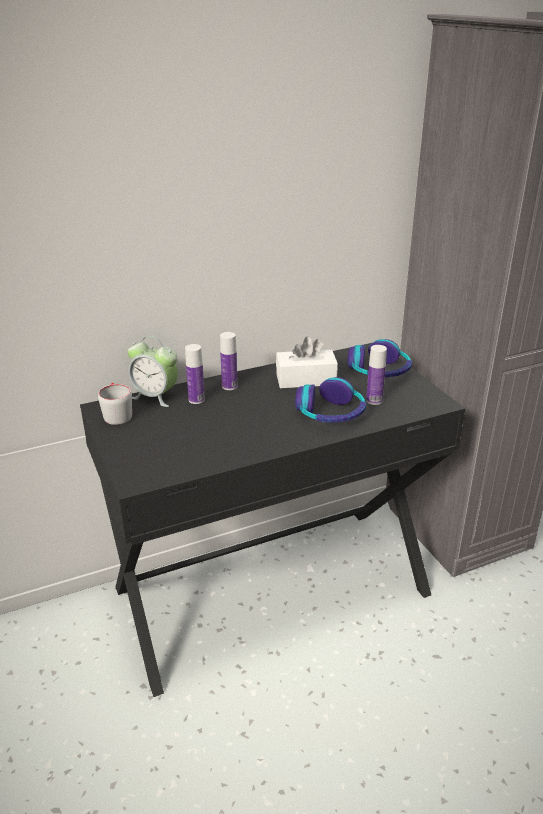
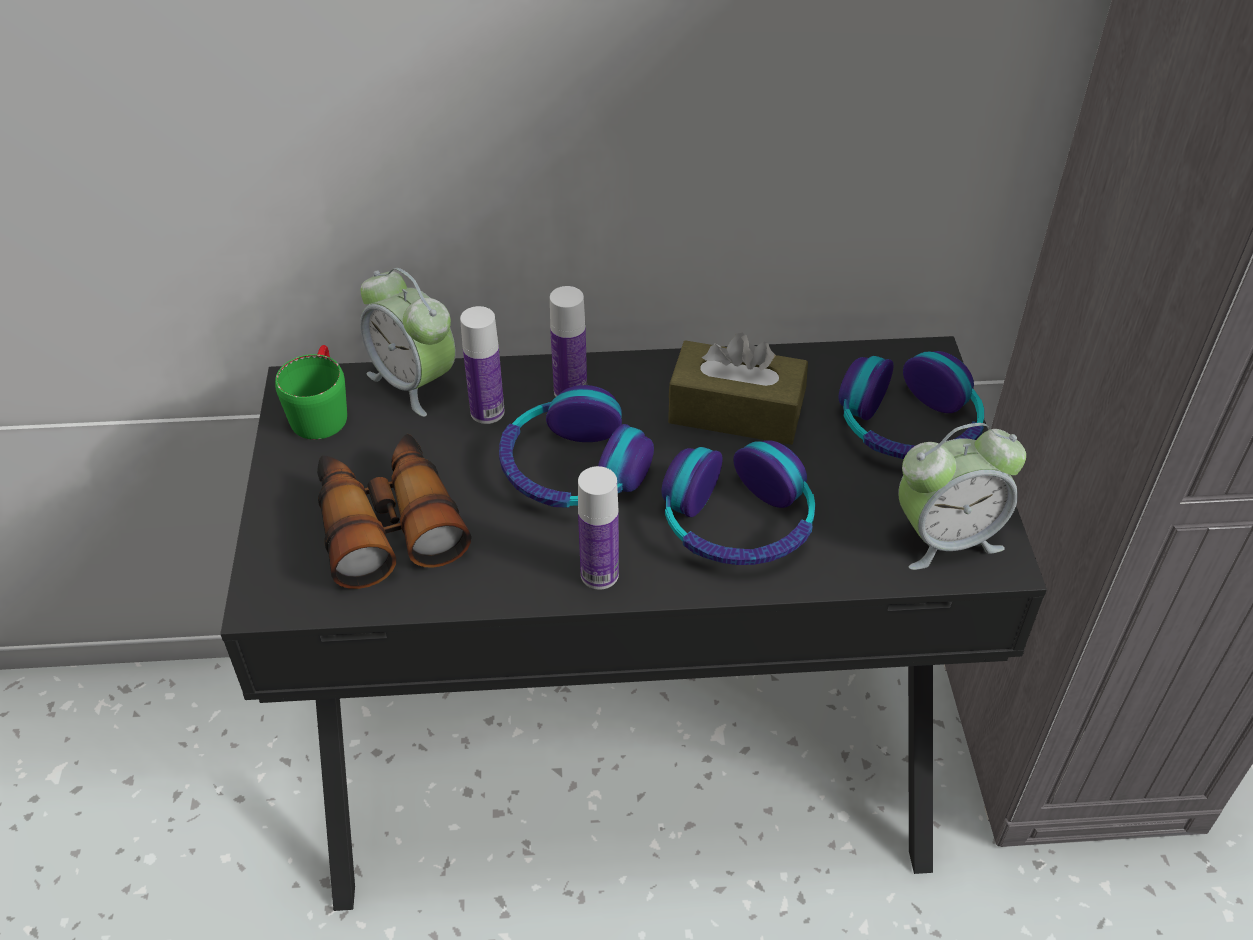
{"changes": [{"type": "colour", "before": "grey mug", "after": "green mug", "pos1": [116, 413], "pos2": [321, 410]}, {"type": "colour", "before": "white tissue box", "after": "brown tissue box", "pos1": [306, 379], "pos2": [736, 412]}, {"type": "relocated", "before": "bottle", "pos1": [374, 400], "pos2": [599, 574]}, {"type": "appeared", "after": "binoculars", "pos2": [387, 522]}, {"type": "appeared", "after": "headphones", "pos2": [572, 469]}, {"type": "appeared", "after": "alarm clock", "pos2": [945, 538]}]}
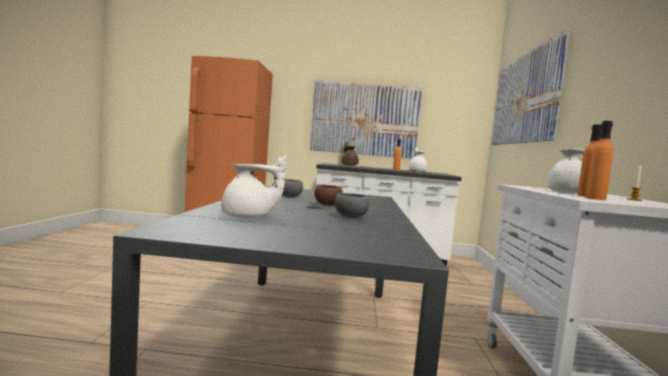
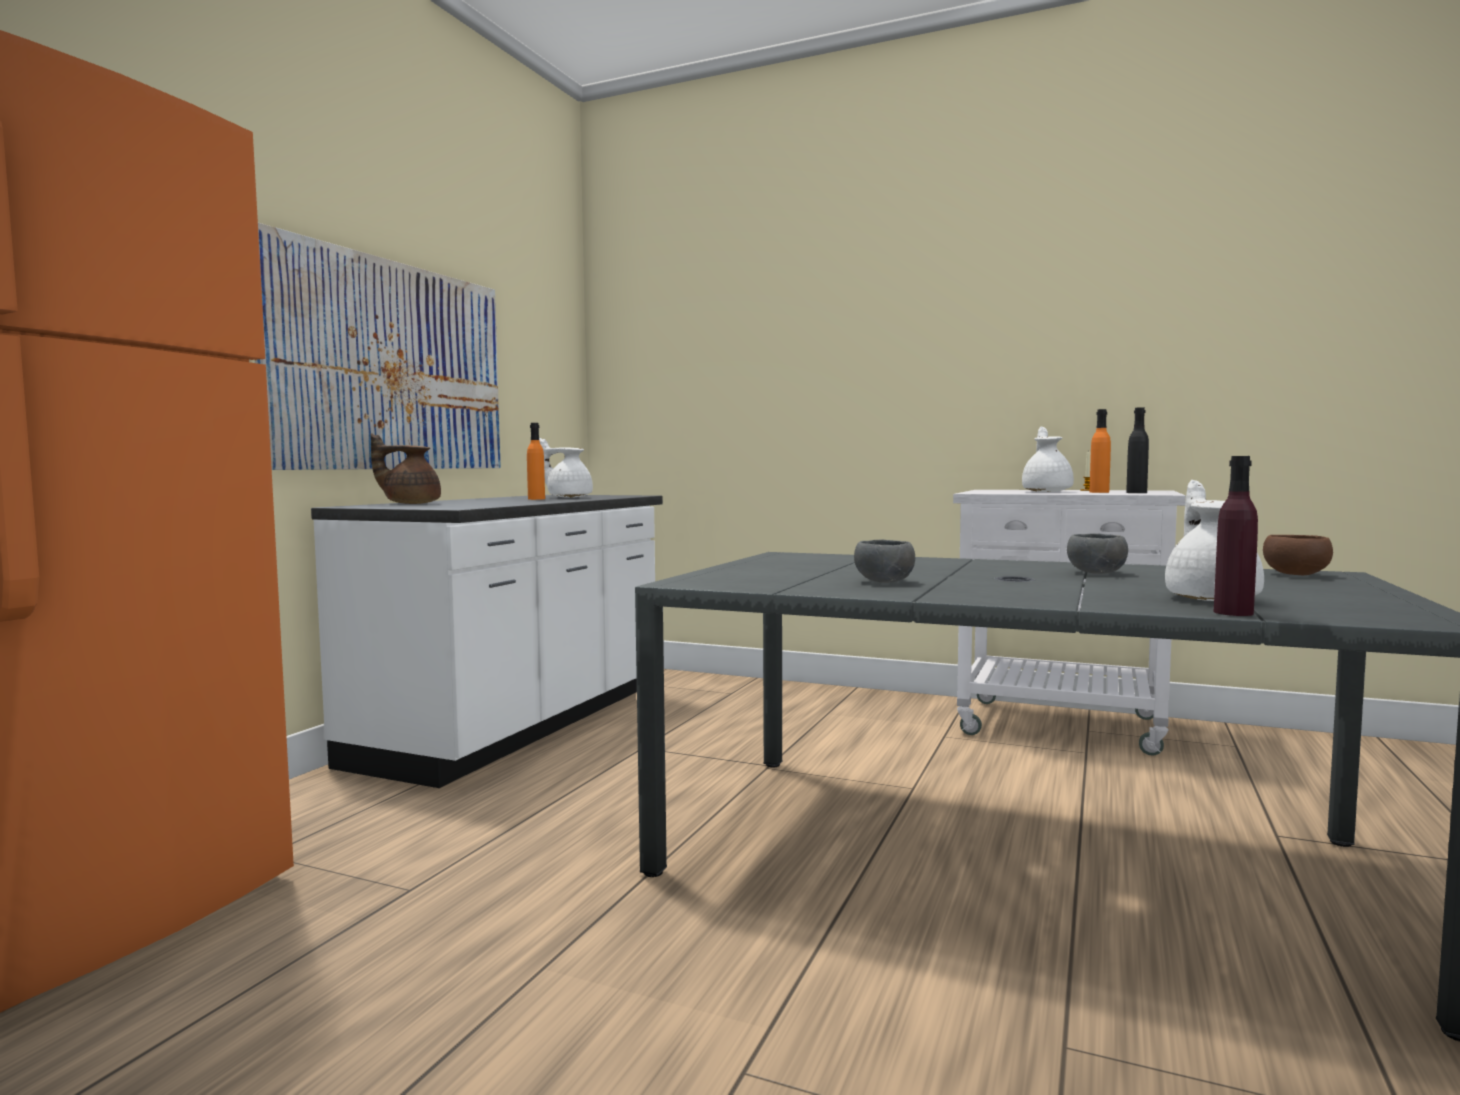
{"changes": [{"type": "relocated", "before": "brown bowl", "pos1": [326, 205], "pos2": [1296, 575]}, {"type": "missing", "before": "picture", "pos1": [525, 98]}, {"type": "colour", "before": "orange bottle", "after": "black bottle", "pos1": [595, 199], "pos2": [1136, 493]}, {"type": "appeared", "after": "purple bottle", "pos2": [1233, 613]}]}
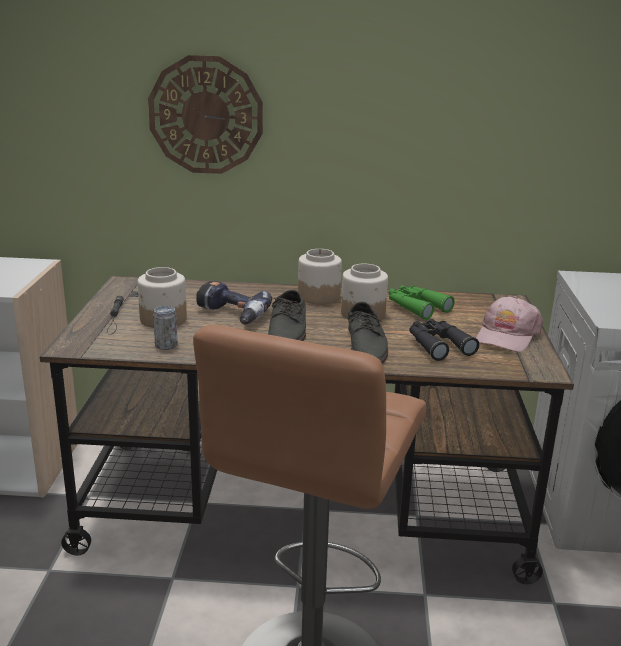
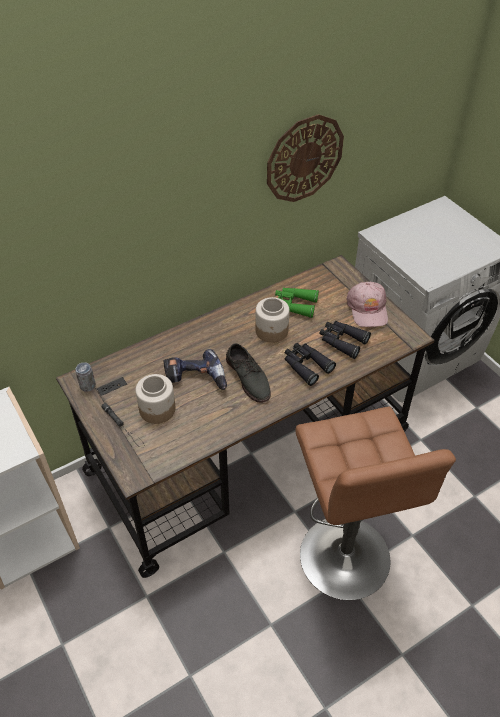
{"changes": [{"type": "relocated", "before": "wall clock", "pos1": [206, 115], "pos2": [304, 158]}, {"type": "relocated", "before": "can", "pos1": [166, 345], "pos2": [87, 386]}, {"type": "missing", "before": "jar", "pos1": [318, 296]}, {"type": "exchanged", "before": "grey shoe", "after": "black binoculars", "pos1": [366, 346], "pos2": [306, 365]}]}
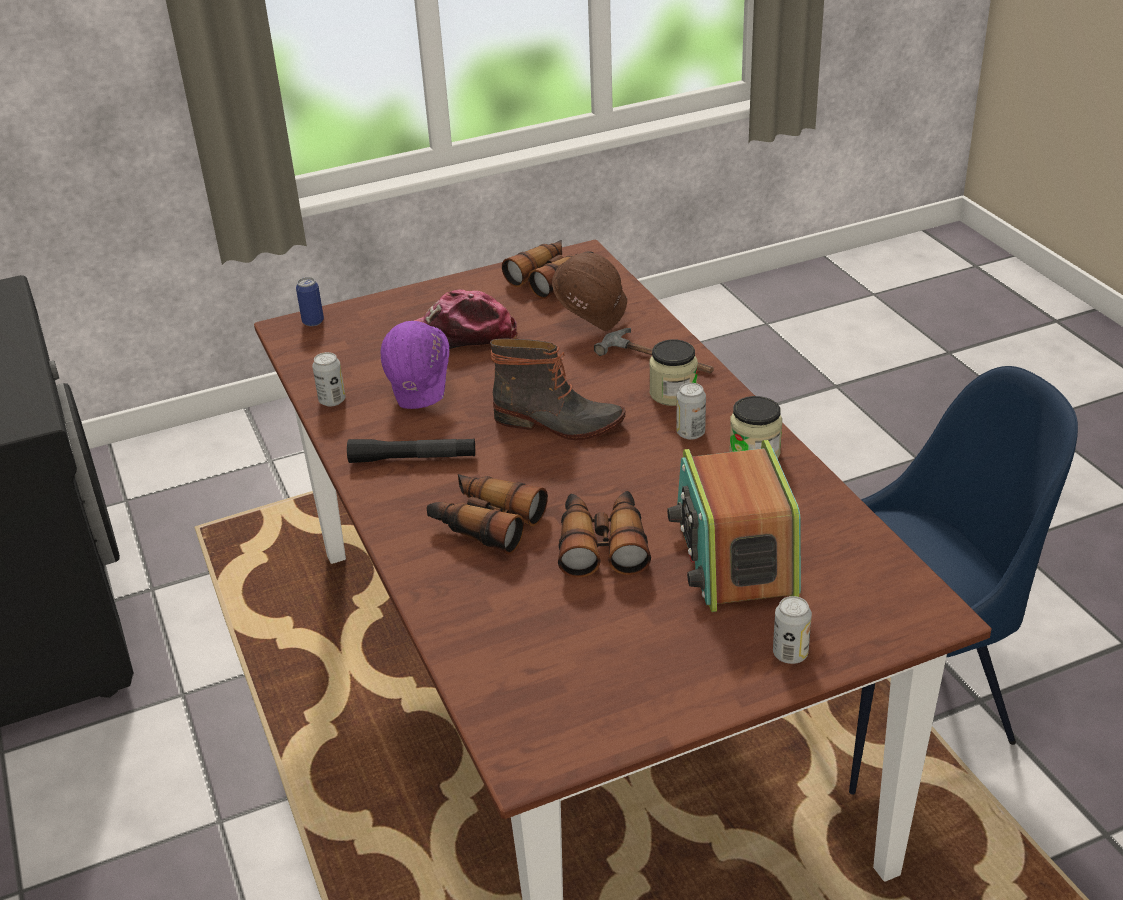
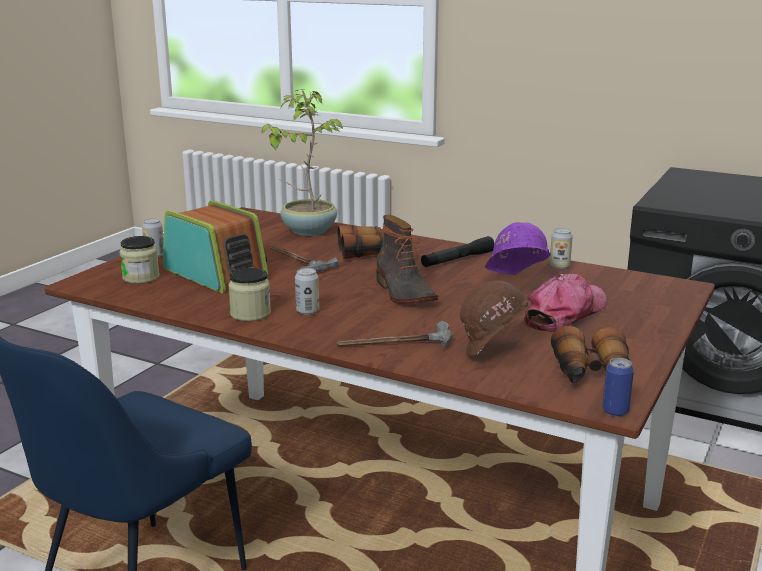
{"changes": [{"type": "relocated", "before": "can", "pos1": [313, 321], "pos2": [615, 411]}, {"type": "spun", "before": "boot", "pos1": [558, 423], "pos2": [403, 293], "turn": -90}, {"type": "exchanged", "before": "binoculars", "after": "hammer", "pos1": [602, 543], "pos2": [296, 260]}, {"type": "relocated", "before": "jar", "pos1": [673, 393], "pos2": [141, 277]}, {"type": "appeared", "after": "potted plant", "pos2": [308, 231]}]}
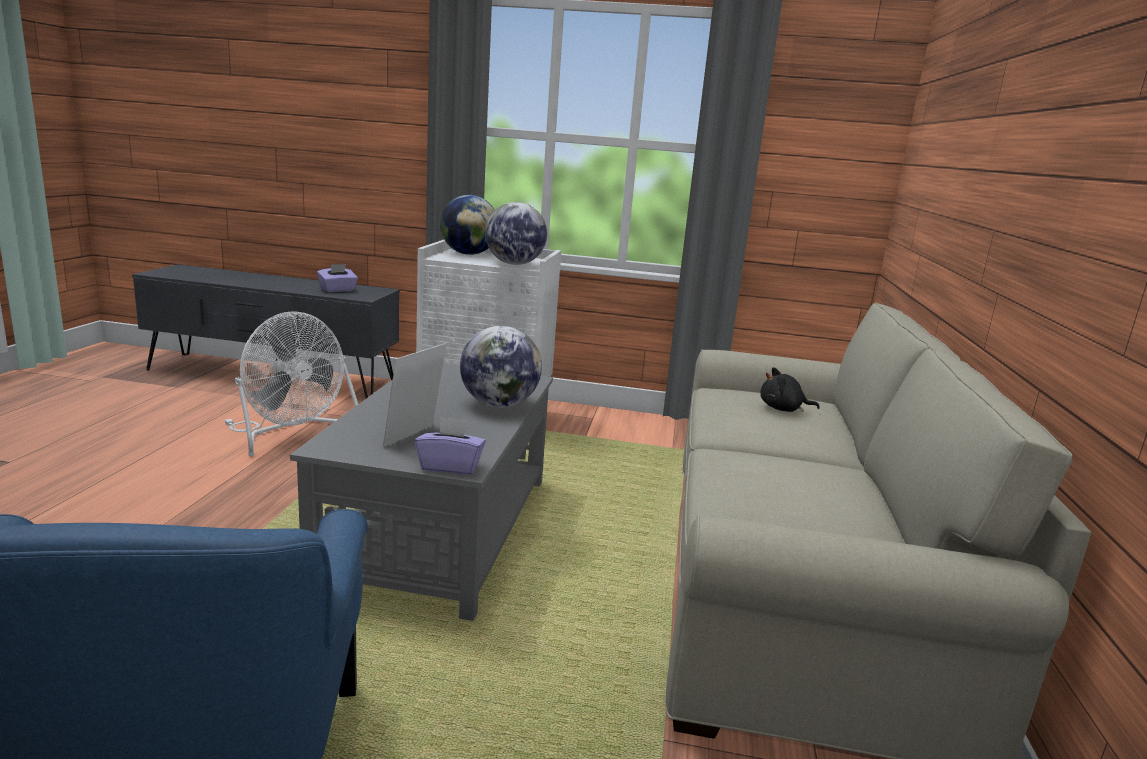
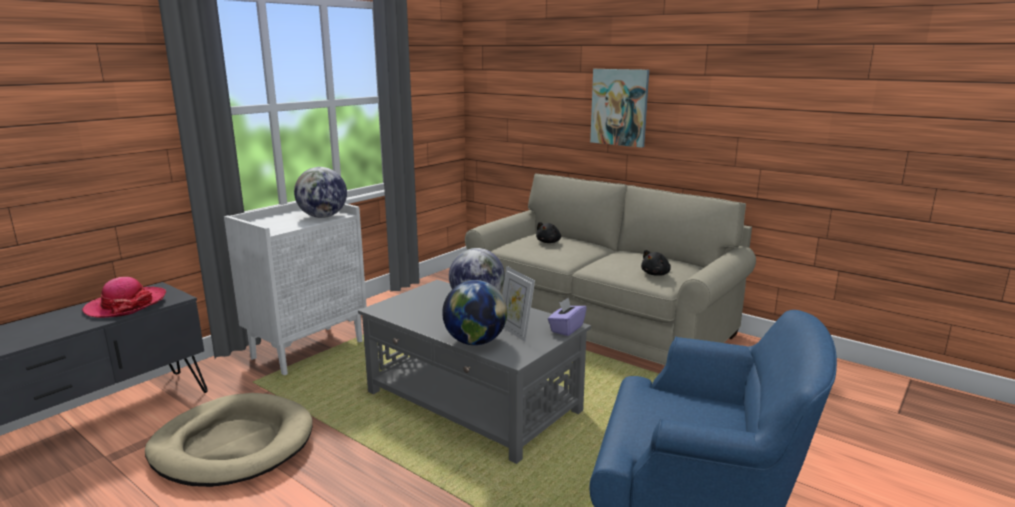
{"changes": [{"type": "exchanged", "before": "white fan", "after": "beige dog bed", "pos1": [286, 434], "pos2": [233, 445]}, {"type": "exchanged", "before": "purple tissue box", "after": "hat", "pos1": [337, 290], "pos2": [126, 305]}, {"type": "relocated", "before": "globe", "pos1": [468, 254], "pos2": [475, 342]}, {"type": "appeared", "after": "picture", "pos2": [619, 107]}, {"type": "appeared", "after": "black plush toy", "pos2": [656, 274]}]}
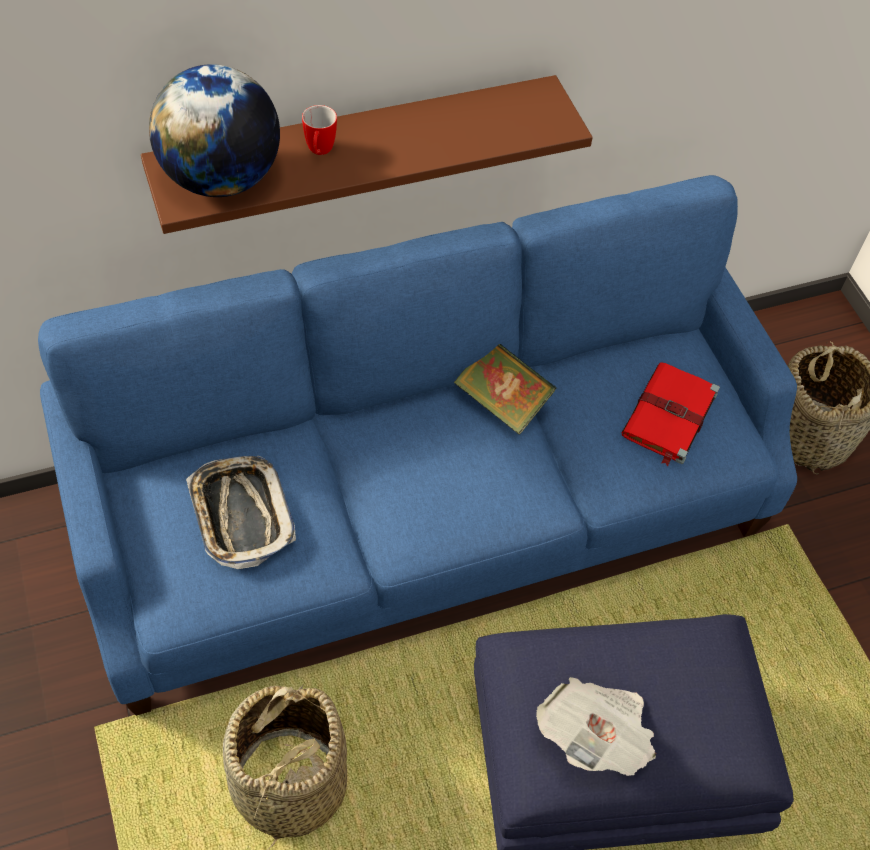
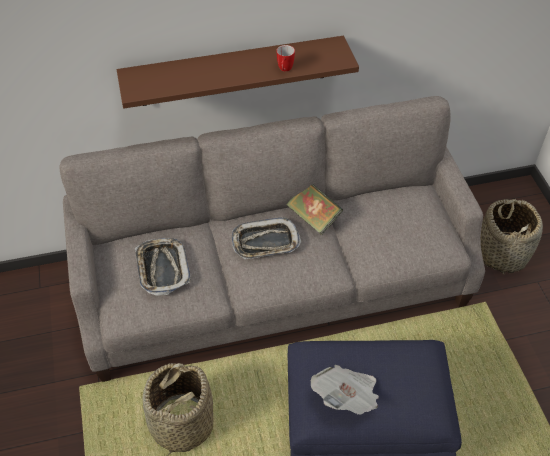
{"changes": [{"type": "colour", "before": "blue sofa", "after": "grey sofa", "pos1": [426, 516], "pos2": [275, 286]}, {"type": "missing", "before": "globe", "pos1": [221, 178]}, {"type": "relocated", "before": "mug", "pos1": [319, 152], "pos2": [284, 70]}, {"type": "missing", "before": "red book", "pos1": [669, 416]}, {"type": "appeared", "after": "tray", "pos2": [265, 242]}]}
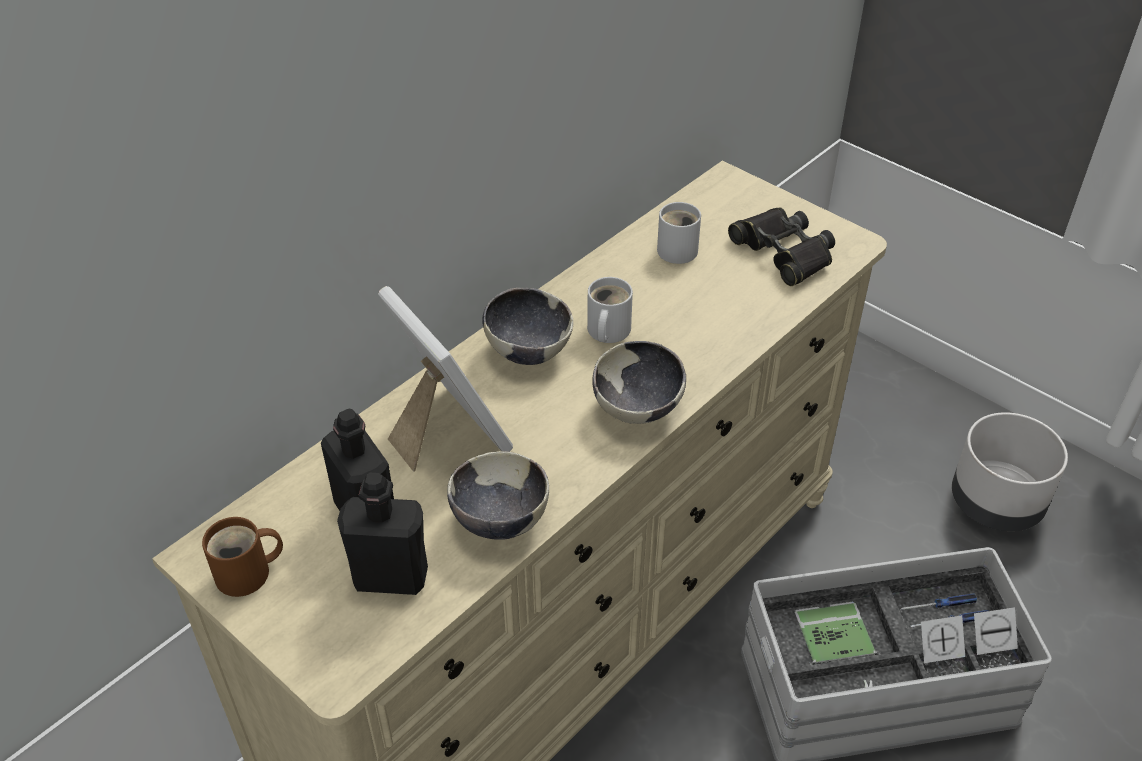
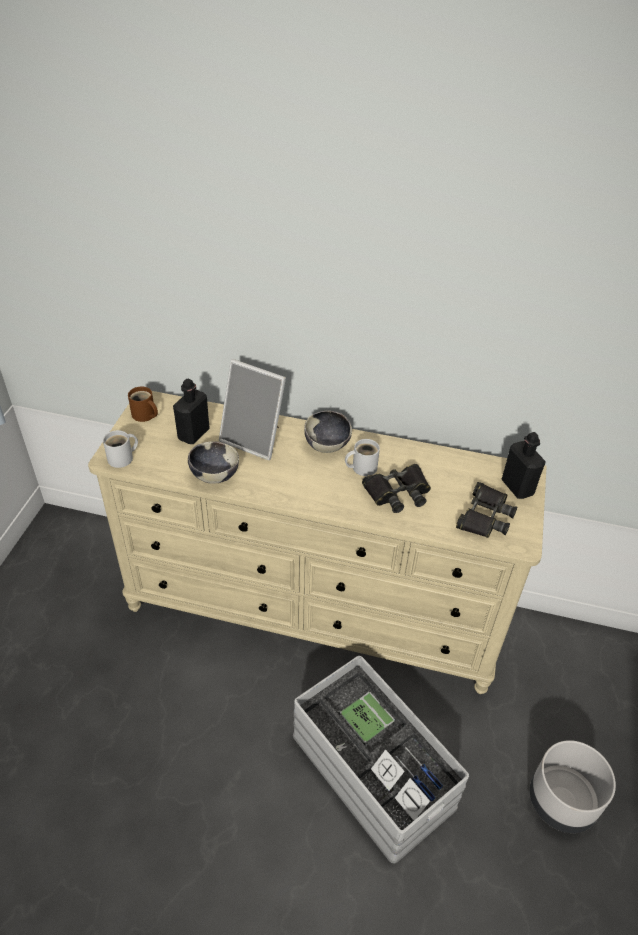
{"changes": [{"type": "relocated", "before": "black bottle", "pos1": [391, 577], "pos2": [517, 487]}, {"type": "spun", "before": "picture frame", "pos1": [445, 433], "pos2": [255, 439], "turn": 90}, {"type": "missing", "before": "bowl", "pos1": [638, 408]}, {"type": "relocated", "before": "white mug", "pos1": [677, 248], "pos2": [123, 458]}, {"type": "appeared", "after": "black binoculars", "pos2": [397, 492]}]}
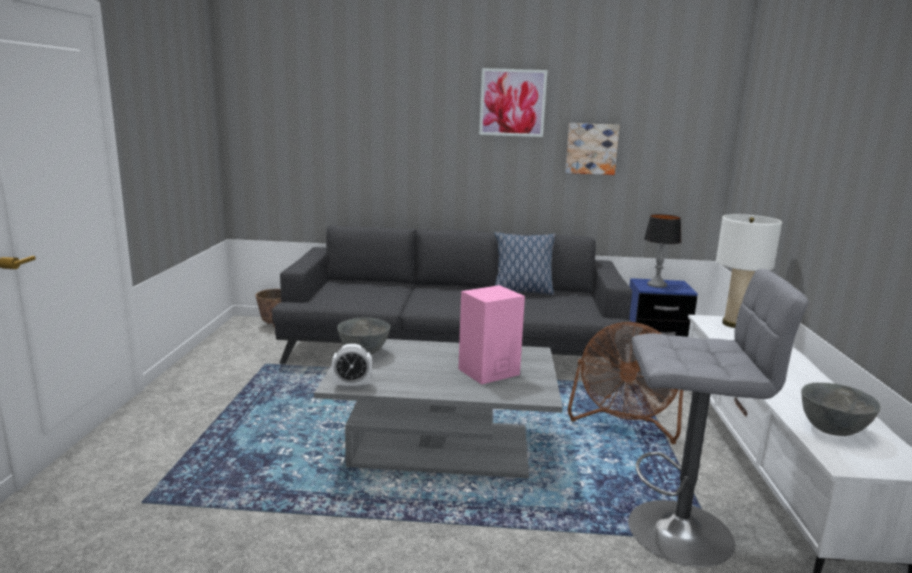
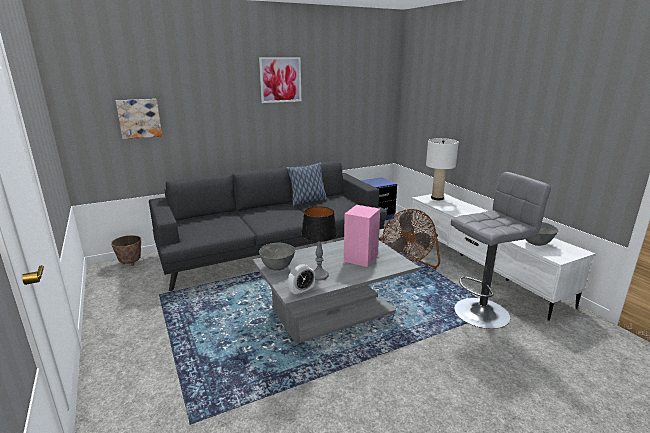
{"changes": [{"type": "relocated", "before": "picture", "pos1": [591, 148], "pos2": [139, 118]}, {"type": "relocated", "before": "table lamp", "pos1": [657, 285], "pos2": [319, 275]}]}
